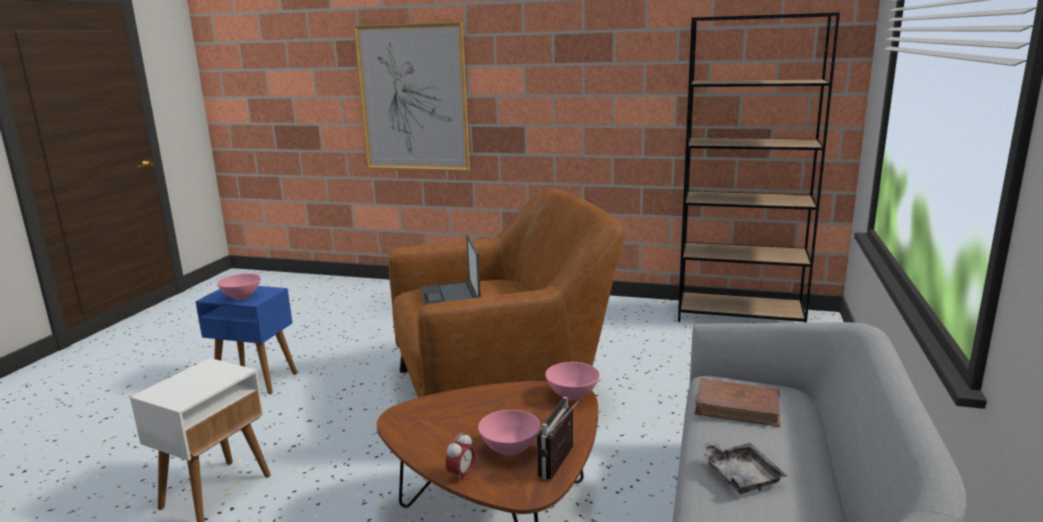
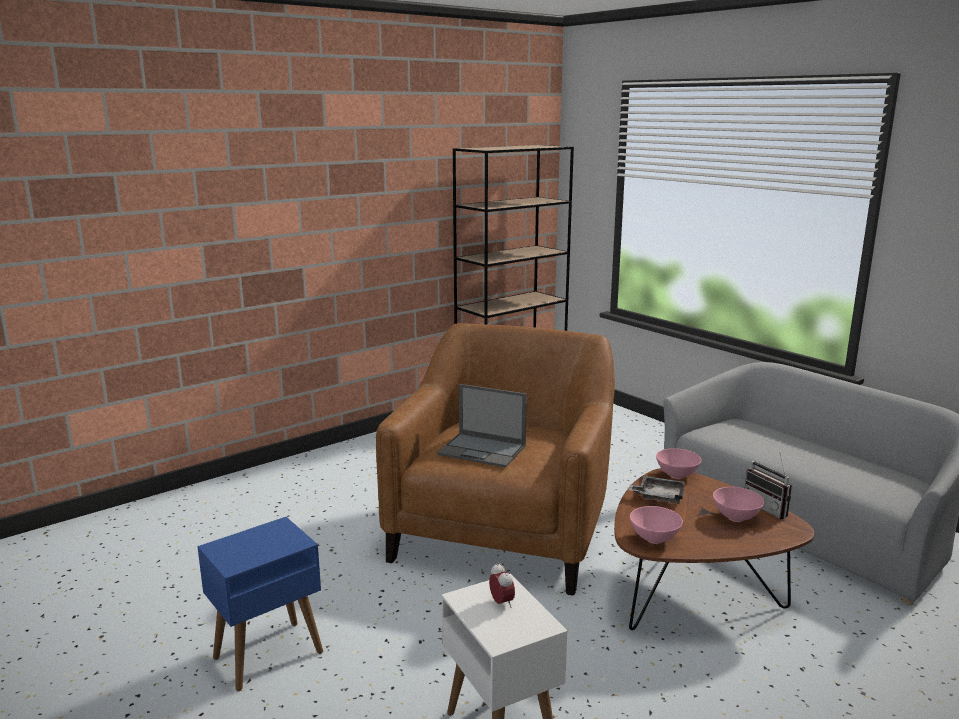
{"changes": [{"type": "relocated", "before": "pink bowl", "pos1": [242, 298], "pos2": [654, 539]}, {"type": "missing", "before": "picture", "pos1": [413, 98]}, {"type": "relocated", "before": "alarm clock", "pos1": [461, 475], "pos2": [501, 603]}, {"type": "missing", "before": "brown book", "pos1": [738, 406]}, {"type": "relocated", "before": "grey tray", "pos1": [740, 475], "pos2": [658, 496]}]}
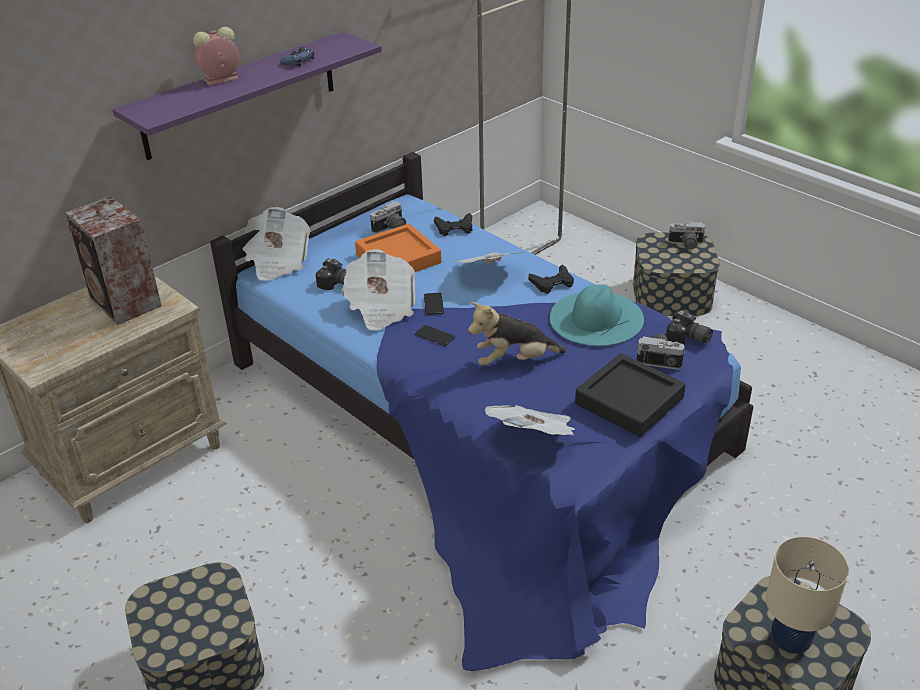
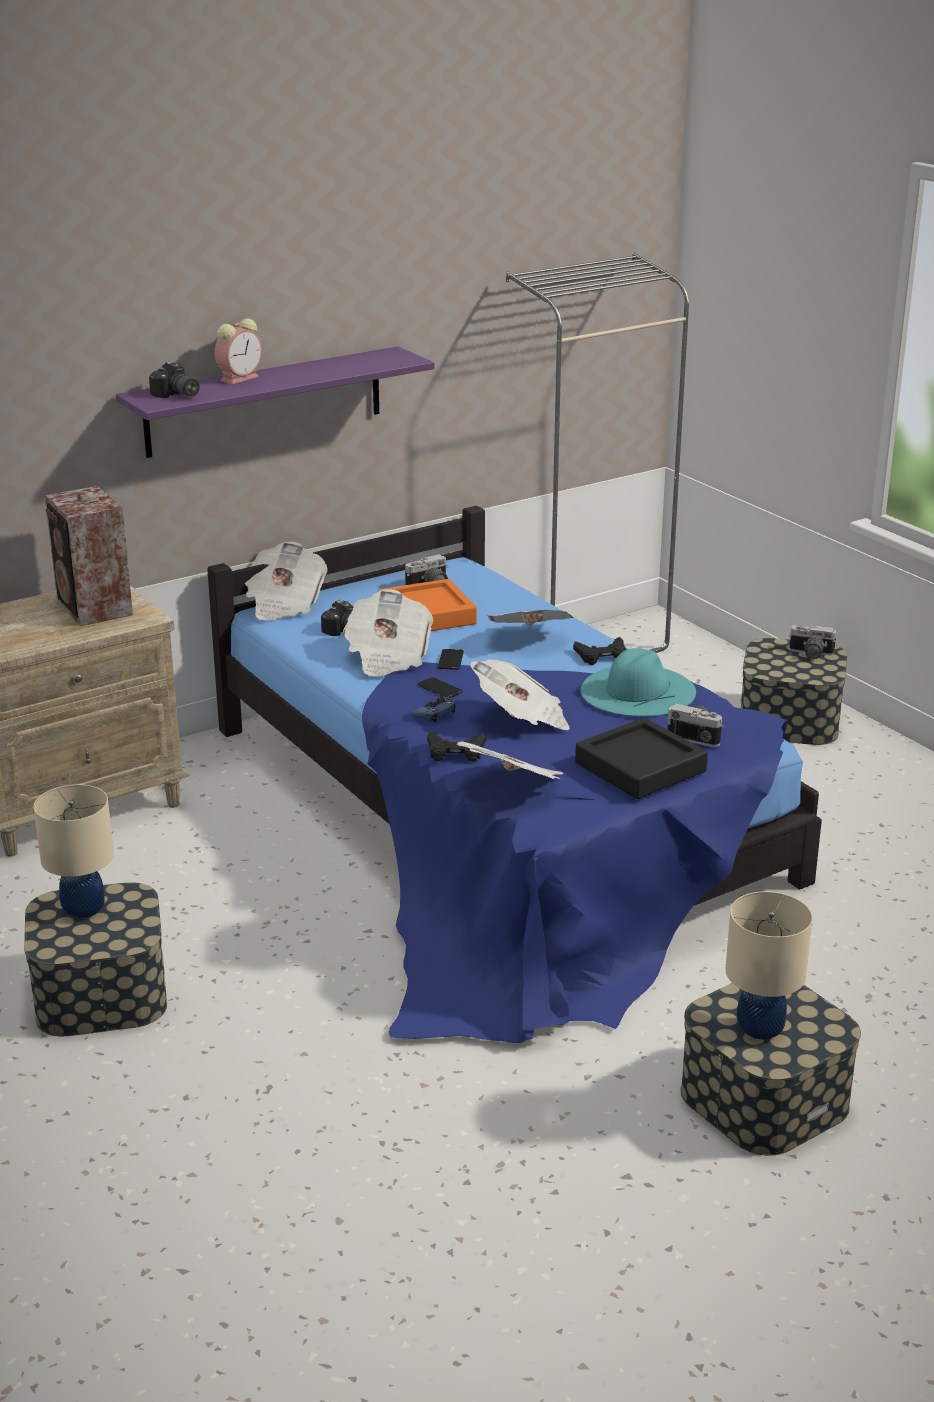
{"changes": [{"type": "spun", "before": "alarm clock", "pos1": [220, 80], "pos2": [240, 378], "turn": 150}, {"type": "relocated", "before": "blue game controller", "pos1": [298, 61], "pos2": [434, 713]}, {"type": "relocated", "before": "black game controller", "pos1": [454, 228], "pos2": [456, 752]}, {"type": "exchanged", "before": "plush toy", "after": "newspaper", "pos1": [514, 361], "pos2": [522, 719]}, {"type": "relocated", "before": "photo camera", "pos1": [688, 340], "pos2": [176, 395]}, {"type": "appeared", "after": "beige table lamp", "pos2": [81, 911]}]}
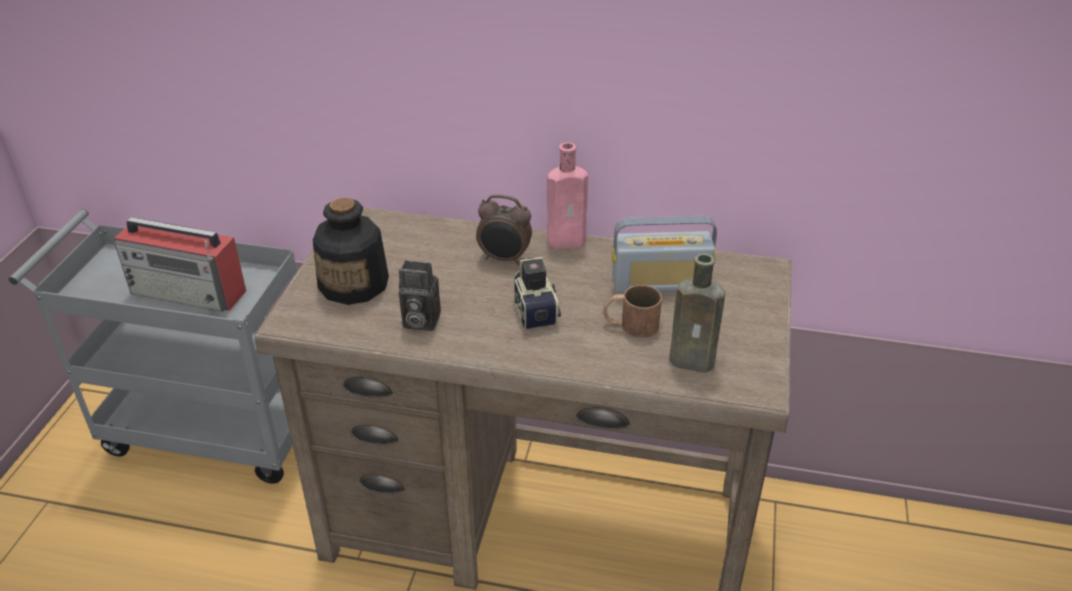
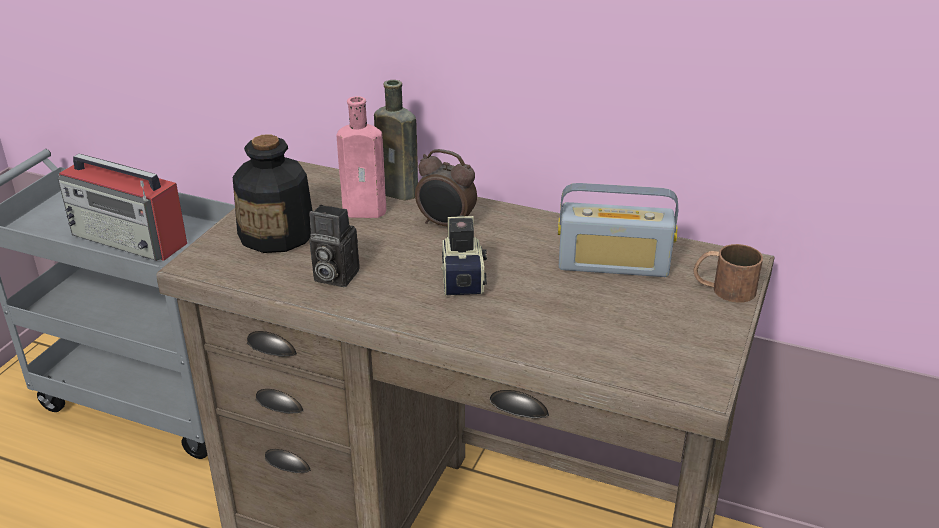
{"changes": [{"type": "relocated", "before": "pink bottle", "pos1": [569, 241], "pos2": [368, 211]}, {"type": "relocated", "before": "brown mug", "pos1": [630, 324], "pos2": [723, 288]}, {"type": "relocated", "before": "brown bottle", "pos1": [695, 362], "pos2": [401, 192]}]}
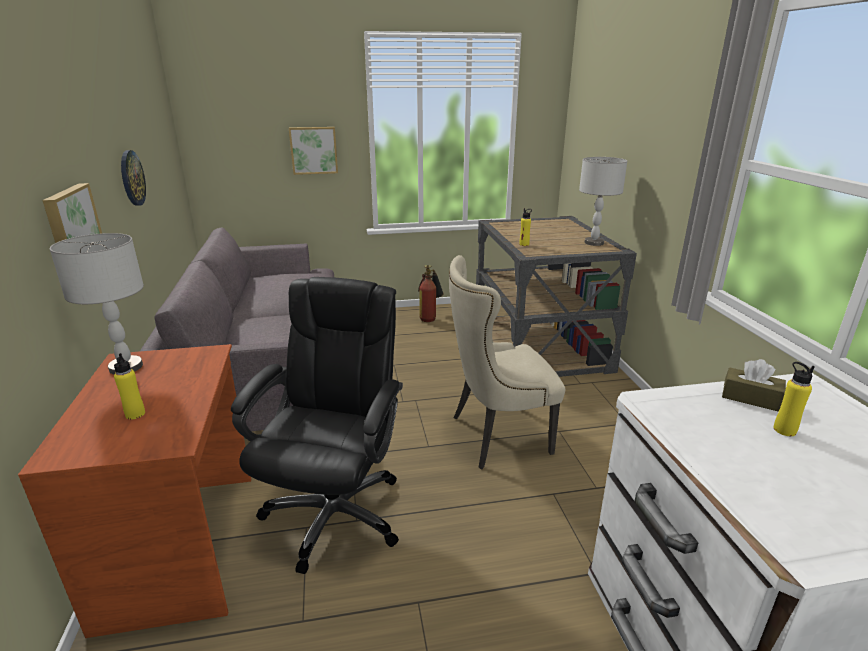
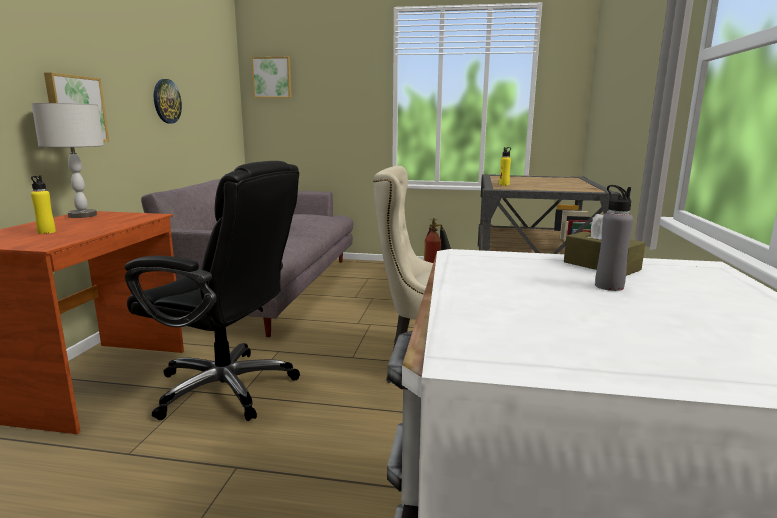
{"changes": [{"type": "spun", "before": "black office chair", "pos1": [334, 514], "pos2": [226, 387], "turn": 75}, {"type": "relocated", "before": "picture", "pos1": [314, 150], "pos2": [272, 77]}, {"type": "missing", "before": "grey table lamp", "pos1": [593, 243]}, {"type": "colour", "before": "yellow bottle", "after": "grey bottle", "pos1": [784, 430], "pos2": [609, 286]}]}
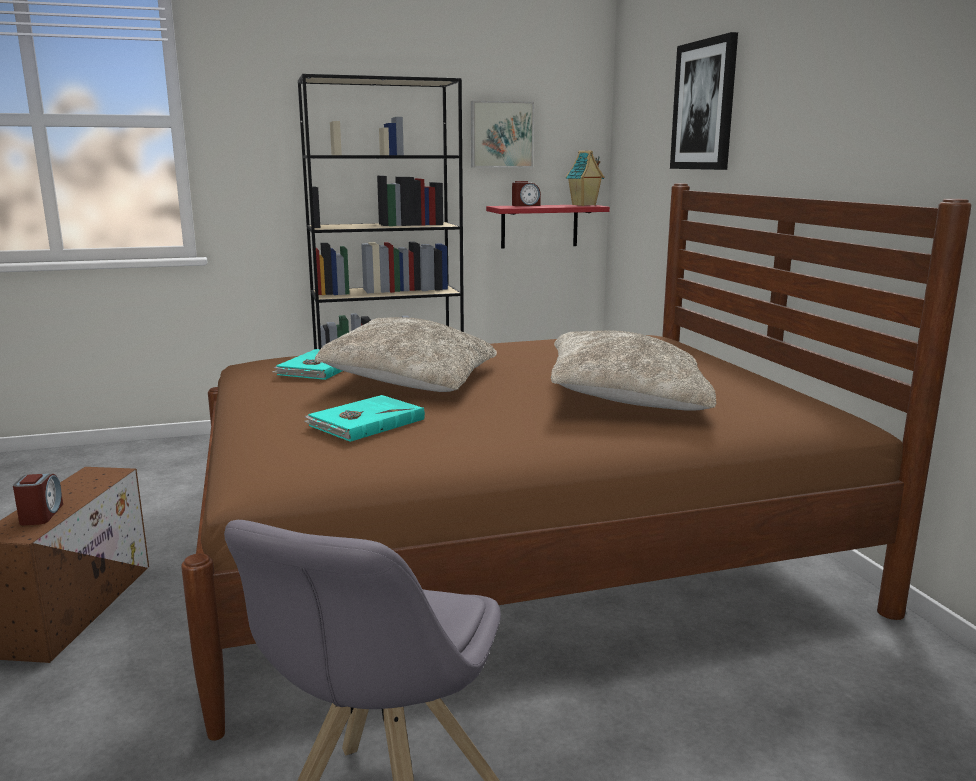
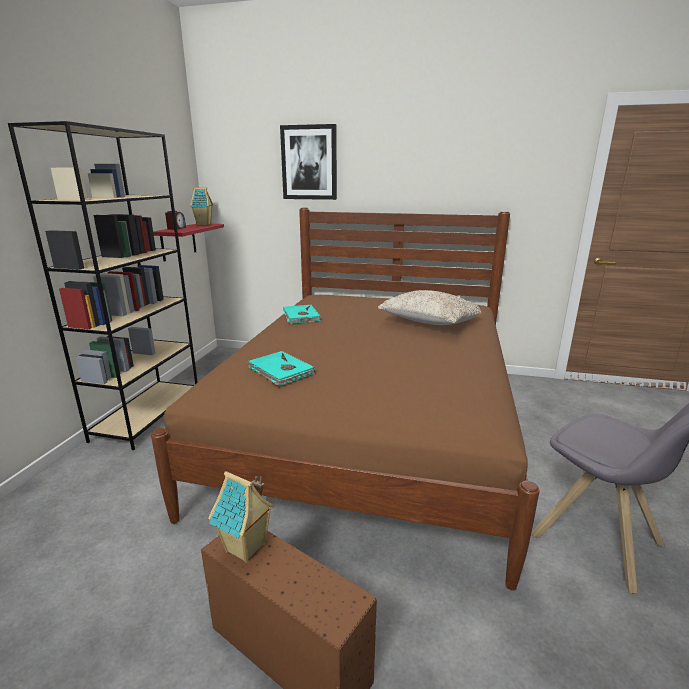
{"changes": [{"type": "missing", "before": "alarm clock", "pos1": [41, 515]}, {"type": "relocated", "before": "turquoise book", "pos1": [365, 422], "pos2": [300, 316]}, {"type": "missing", "before": "beige pillow", "pos1": [412, 380]}, {"type": "missing", "before": "picture", "pos1": [501, 134]}, {"type": "appeared", "after": "toy house", "pos2": [246, 548]}]}
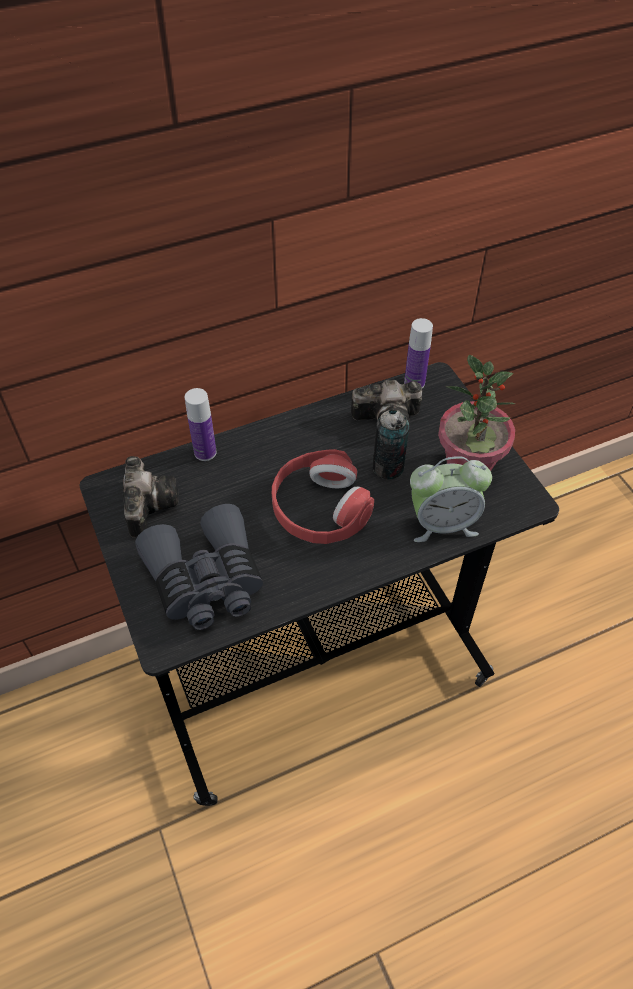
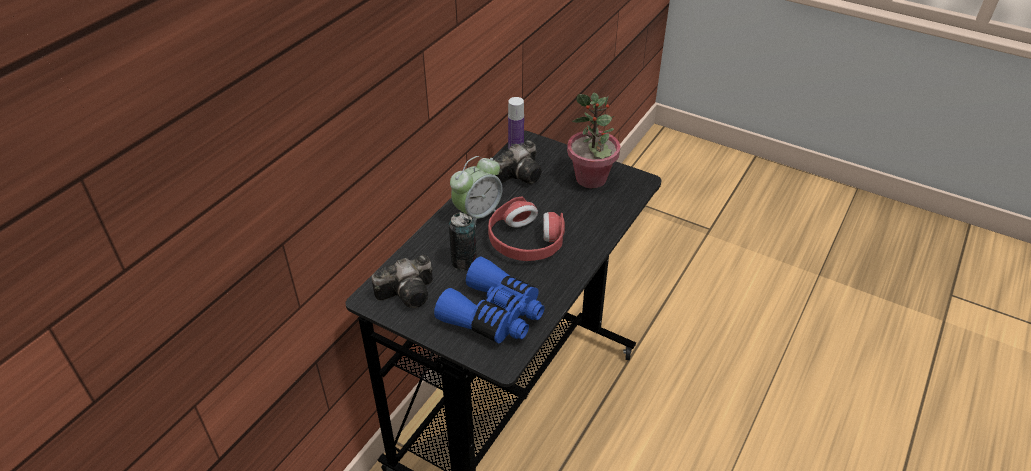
{"changes": [{"type": "spun", "before": "photo camera", "pos1": [148, 503], "pos2": [410, 292], "turn": 105}, {"type": "colour", "before": "grey binoculars", "after": "blue binoculars", "pos1": [206, 580], "pos2": [494, 315]}, {"type": "missing", "before": "bottle", "pos1": [205, 452]}, {"type": "relocated", "before": "can", "pos1": [388, 467], "pos2": [464, 262]}, {"type": "relocated", "before": "alarm clock", "pos1": [442, 523], "pos2": [478, 215]}]}
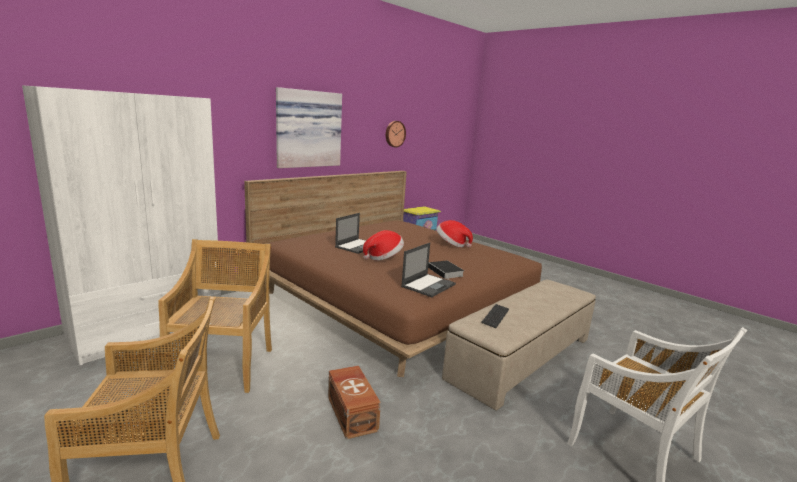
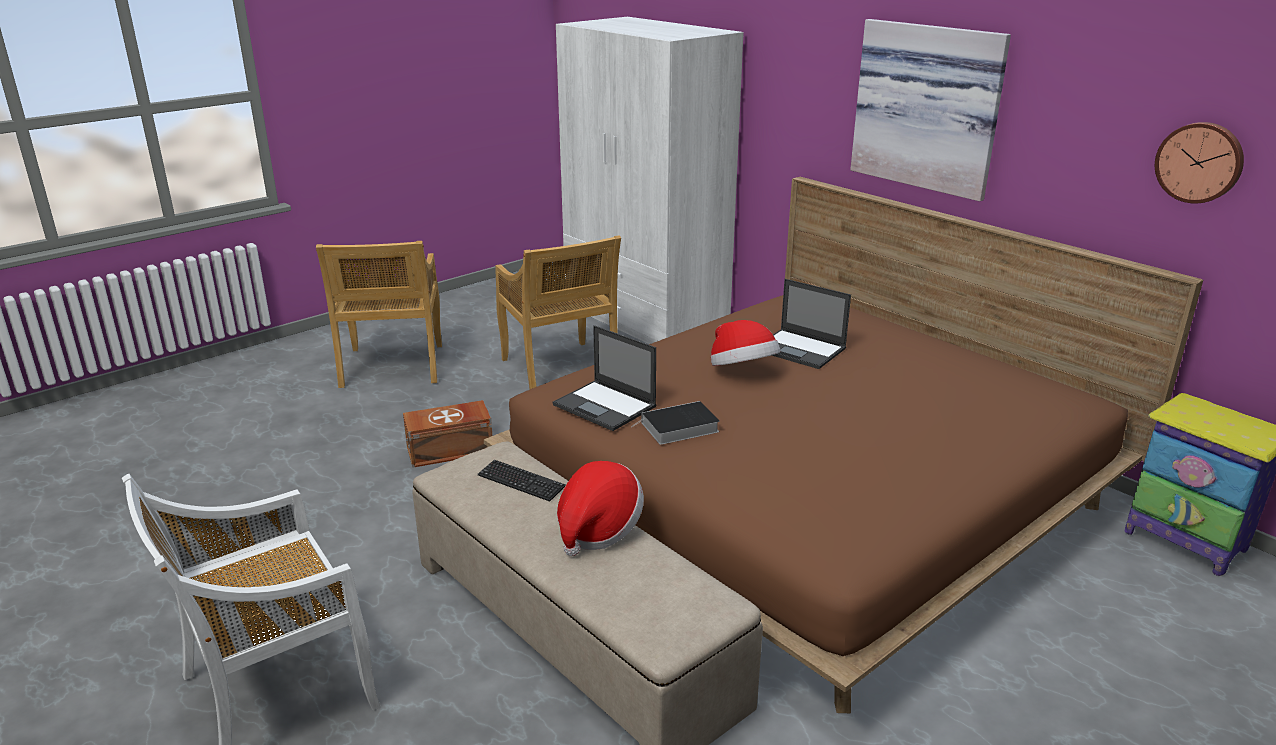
{"changes": [{"type": "spun", "before": "beige chair", "pos1": [223, 366], "pos2": [560, 369], "turn": 60}, {"type": "relocated", "before": "hat", "pos1": [451, 244], "pos2": [598, 529]}]}
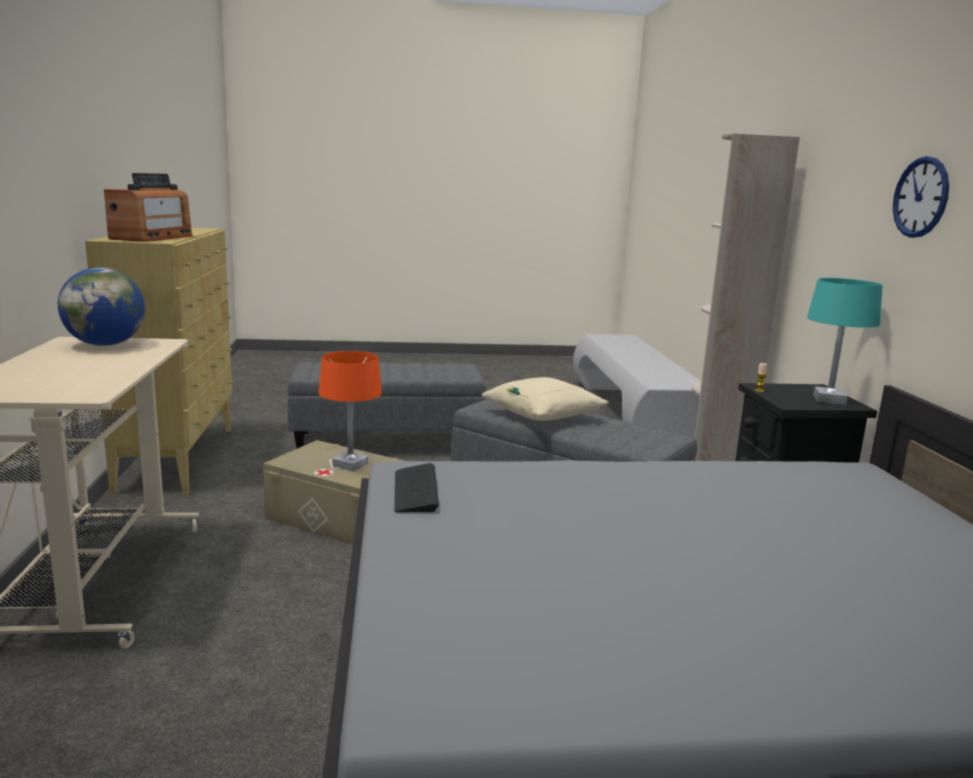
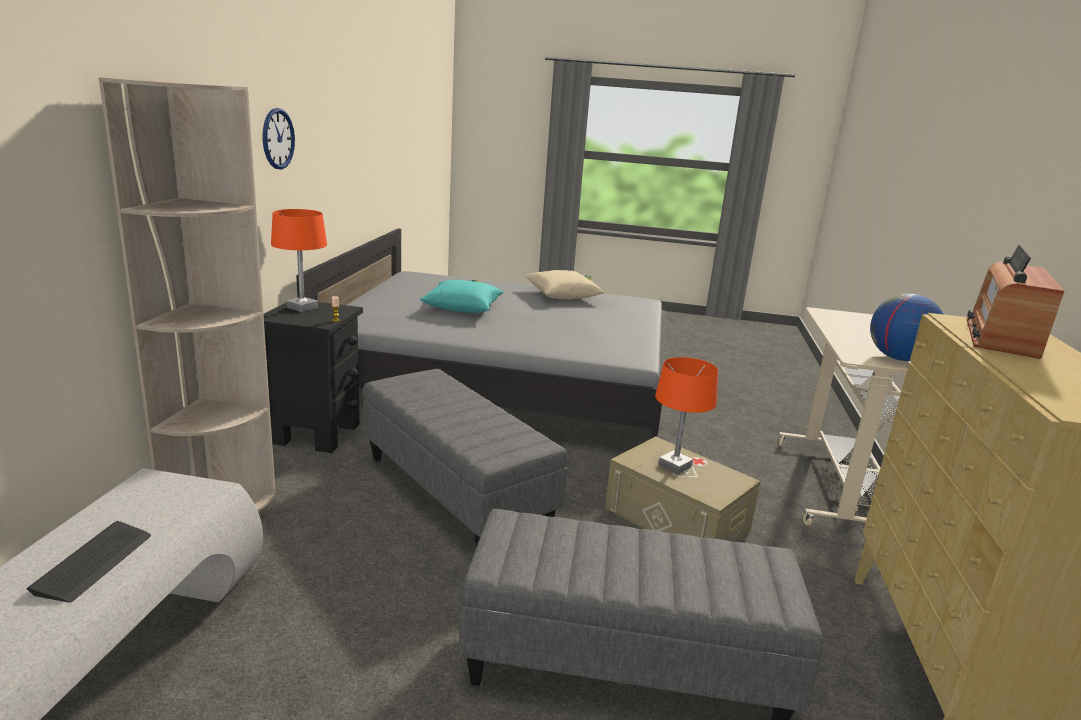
{"changes": [{"type": "relocated", "before": "keyboard", "pos1": [415, 490], "pos2": [94, 563]}, {"type": "relocated", "before": "beige pillow", "pos1": [543, 416], "pos2": [562, 296]}, {"type": "colour", "before": "turquoise table lamp", "after": "orange table lamp", "pos1": [829, 400], "pos2": [302, 307]}, {"type": "appeared", "after": "turquoise pillow", "pos2": [462, 309]}]}
